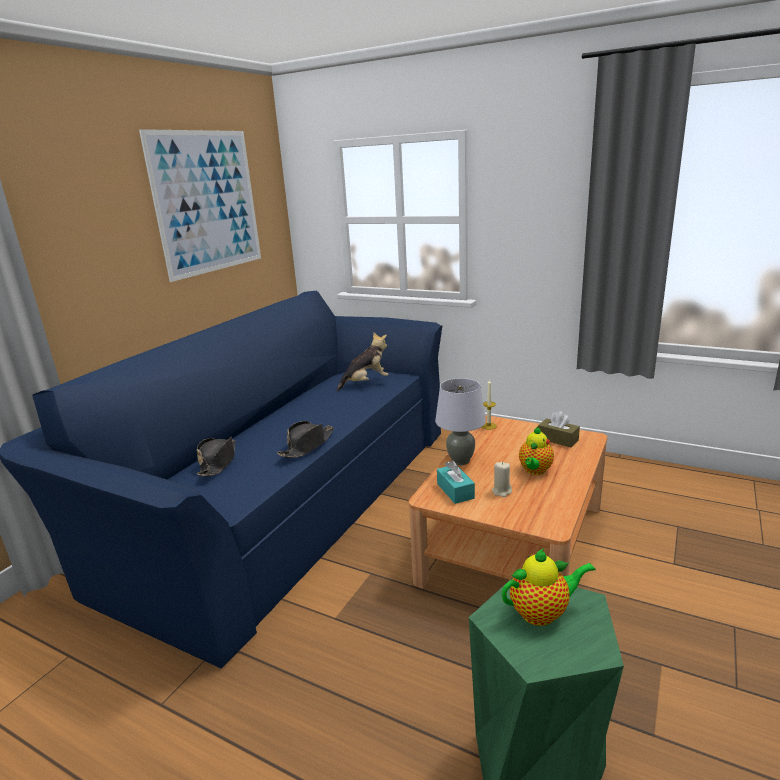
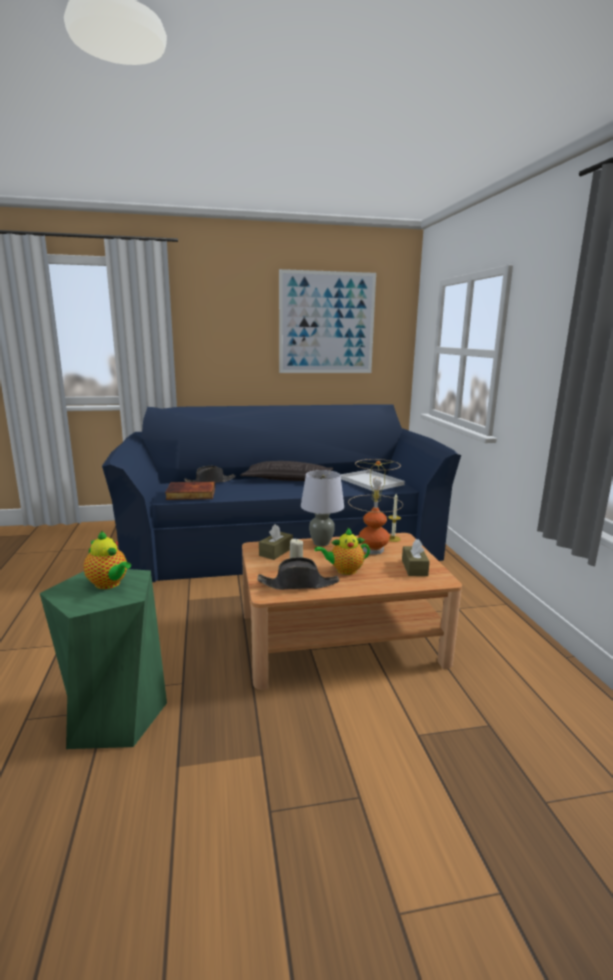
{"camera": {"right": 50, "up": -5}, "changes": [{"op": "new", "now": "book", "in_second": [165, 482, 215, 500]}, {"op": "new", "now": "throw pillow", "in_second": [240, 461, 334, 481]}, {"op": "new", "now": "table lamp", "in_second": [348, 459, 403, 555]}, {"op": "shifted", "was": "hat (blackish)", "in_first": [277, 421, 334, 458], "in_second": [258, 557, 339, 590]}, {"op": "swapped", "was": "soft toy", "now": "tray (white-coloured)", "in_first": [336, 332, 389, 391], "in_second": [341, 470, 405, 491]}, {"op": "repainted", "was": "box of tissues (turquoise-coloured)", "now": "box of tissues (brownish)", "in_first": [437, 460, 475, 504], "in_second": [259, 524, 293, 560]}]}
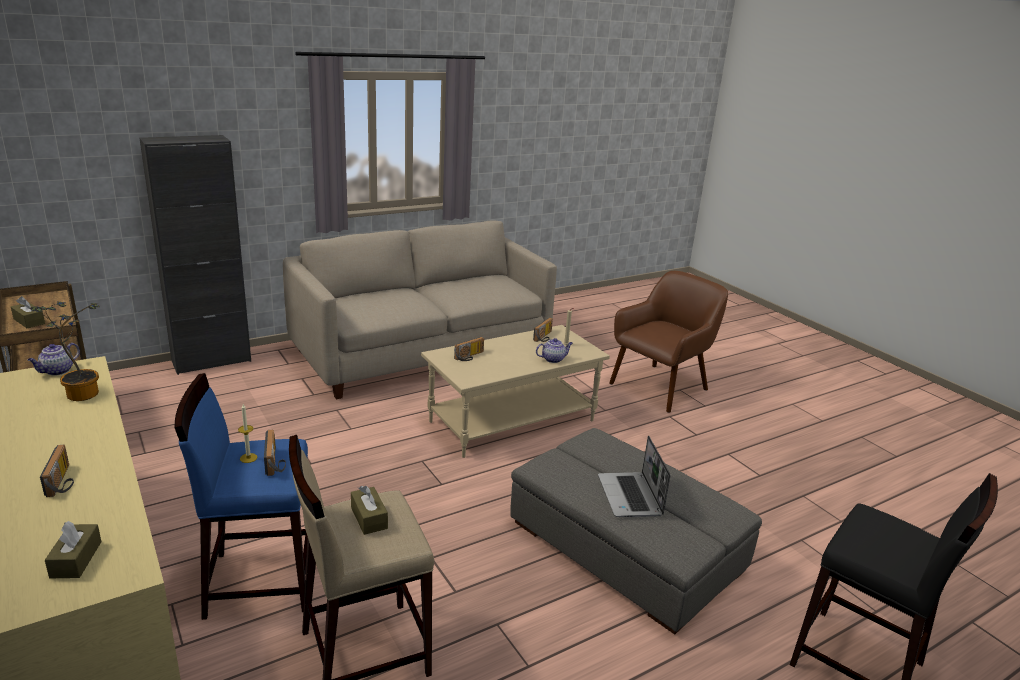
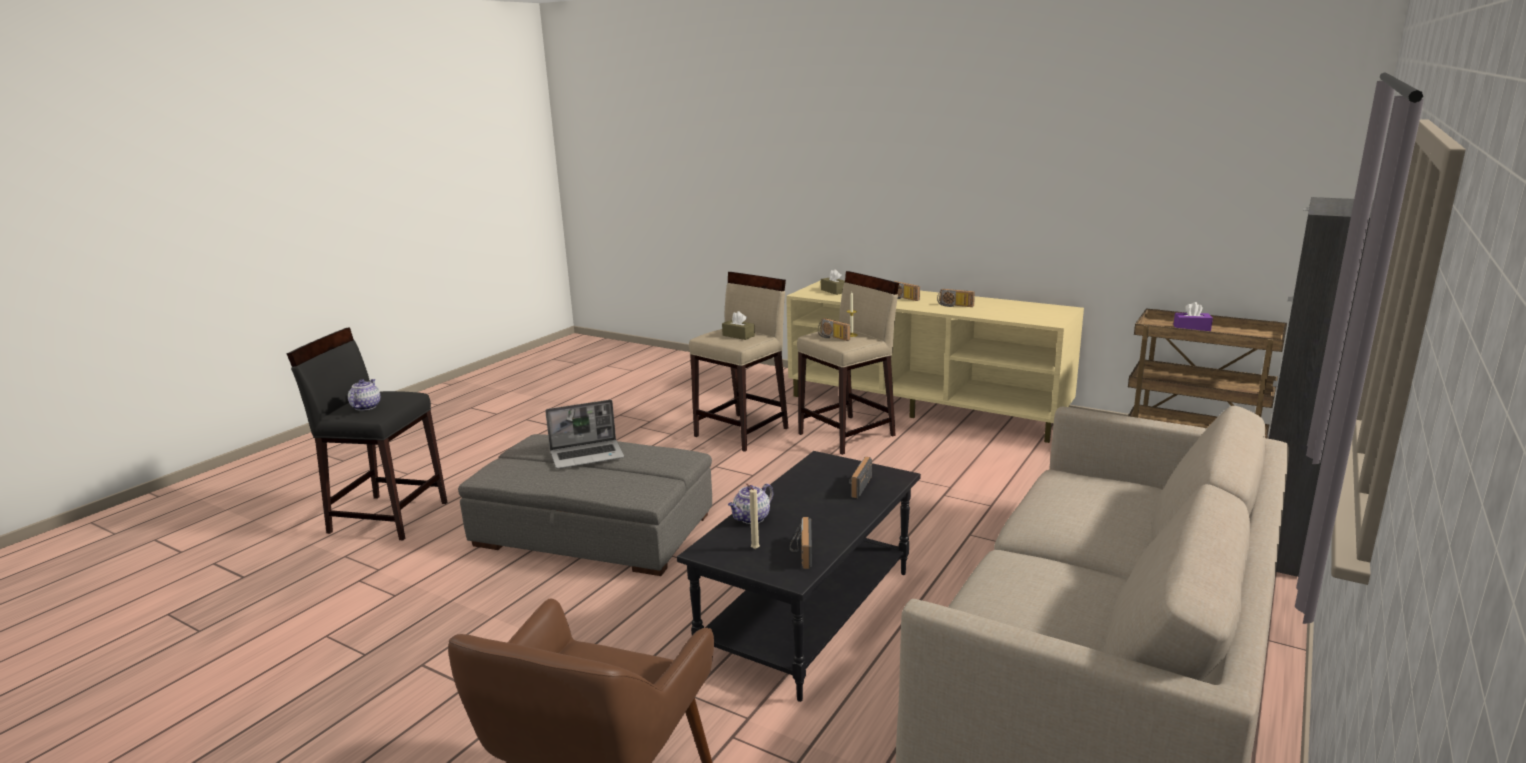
{"camera": {"right": 155, "up": -5}, "changes": [{"op": "gone", "was": "houseplant", "in_first": [30, 302, 100, 401]}, {"op": "new", "now": "radio receiver", "in_second": [937, 289, 975, 307]}, {"op": "shifted", "was": "teapot", "in_first": [28, 343, 80, 375], "in_second": [348, 379, 380, 411]}, {"op": "repainted", "was": "box of tissues (brownish)", "now": "box of tissues (purplish)", "in_first": [11, 296, 45, 328], "in_second": [1173, 302, 1213, 331]}, {"op": "repainted", "was": "sitting stool (bluish)", "now": "sitting stool (beige)", "in_first": [174, 373, 308, 620], "in_second": [797, 271, 899, 455]}, {"op": "repainted", "was": "coffee table (beige)", "now": "coffee table (blackish)", "in_first": [421, 325, 610, 458], "in_second": [677, 451, 921, 702]}, {"op": "rotated", "was": "notebook computer", "in_first": [598, 435, 670, 517], "in_second": [545, 400, 625, 469], "clockwise": 105}]}
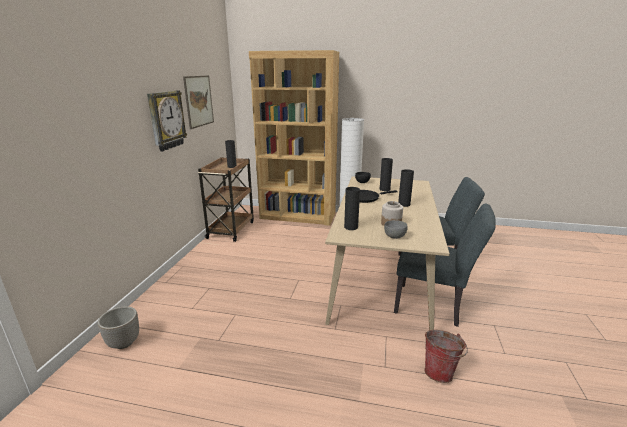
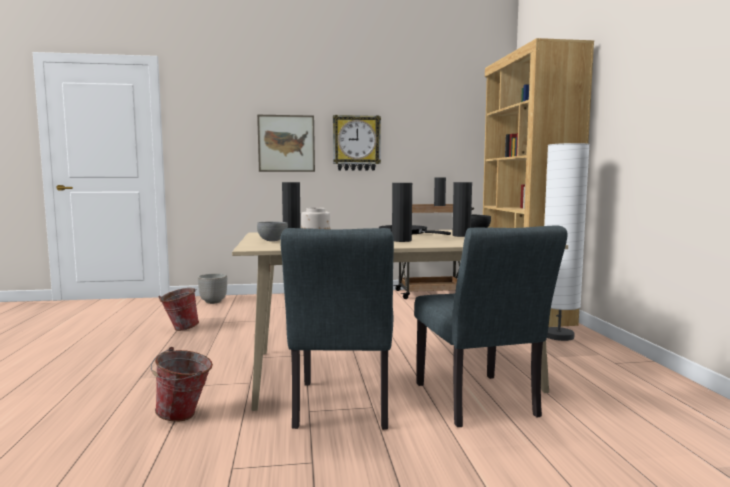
{"camera": {"right": 70, "up": -15}, "changes": [{"op": "new", "now": "water bucket", "in_second": [158, 288, 199, 331]}, {"op": "shifted", "was": "wall picture", "in_first": [183, 76, 214, 129], "in_second": [257, 115, 315, 172]}]}
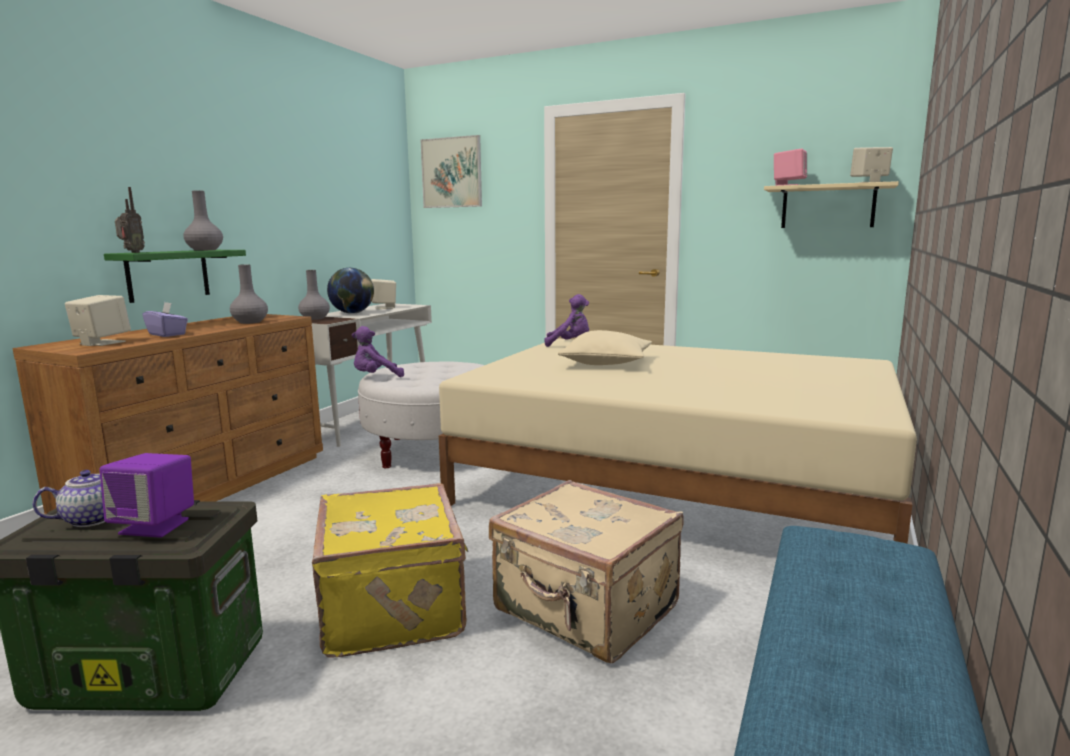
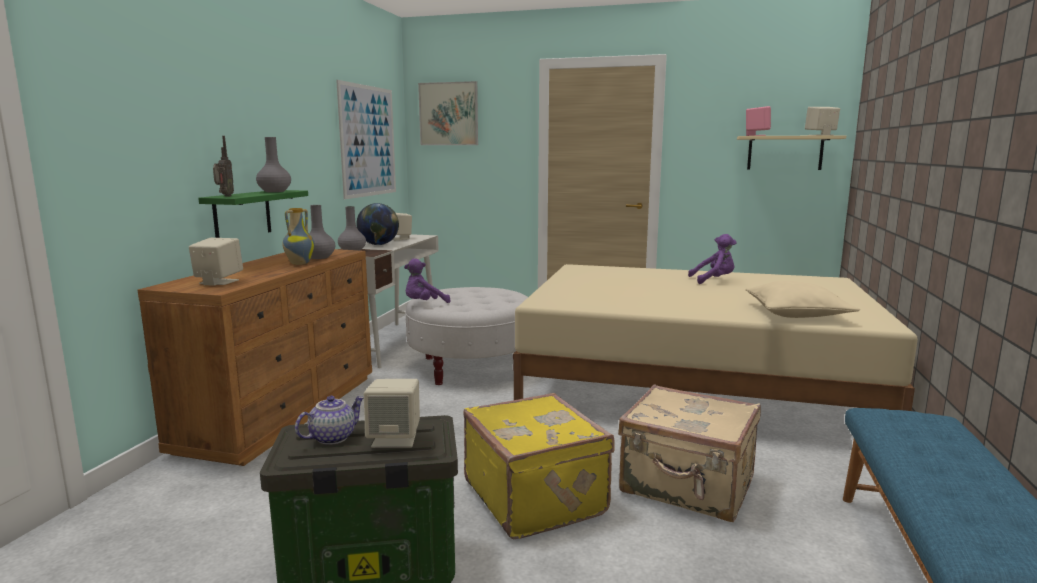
{"camera": {"right": -10, "up": 0}, "changes": [{"op": "gone", "was": "box of tissues (purplish)", "in_first": [143, 302, 188, 337]}, {"op": "new", "now": "vase", "in_second": [282, 208, 315, 265]}, {"op": "new", "now": "wall picture", "in_second": [336, 80, 396, 199]}, {"op": "shifted", "was": "soft toy (purplish)", "in_first": [544, 294, 589, 347], "in_second": [688, 234, 736, 284]}, {"op": "shifted", "was": "throw pillow (beige)", "in_first": [558, 330, 652, 365], "in_second": [745, 281, 860, 318]}, {"op": "repainted", "was": "audio speaker (purplish)", "now": "audio speaker (beige)", "in_first": [99, 453, 194, 538], "in_second": [364, 379, 420, 448]}]}
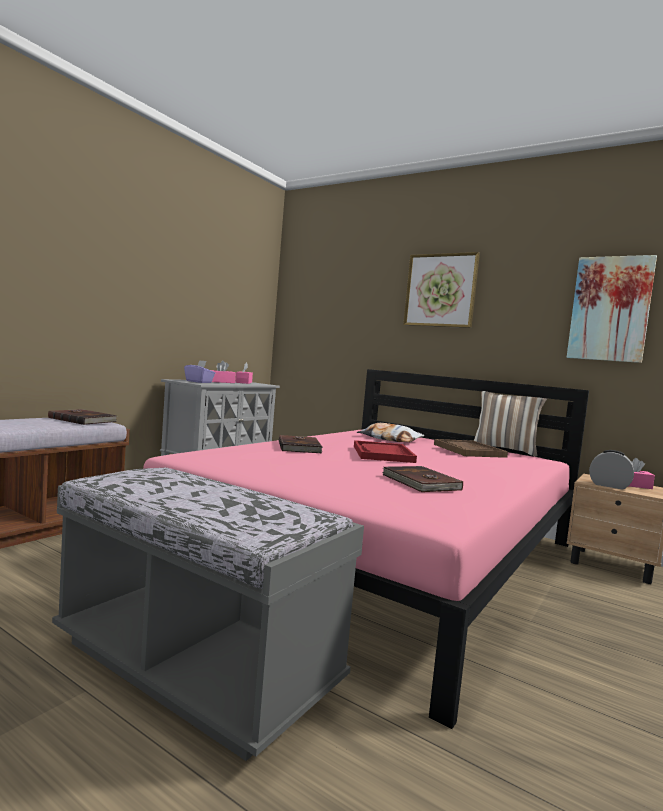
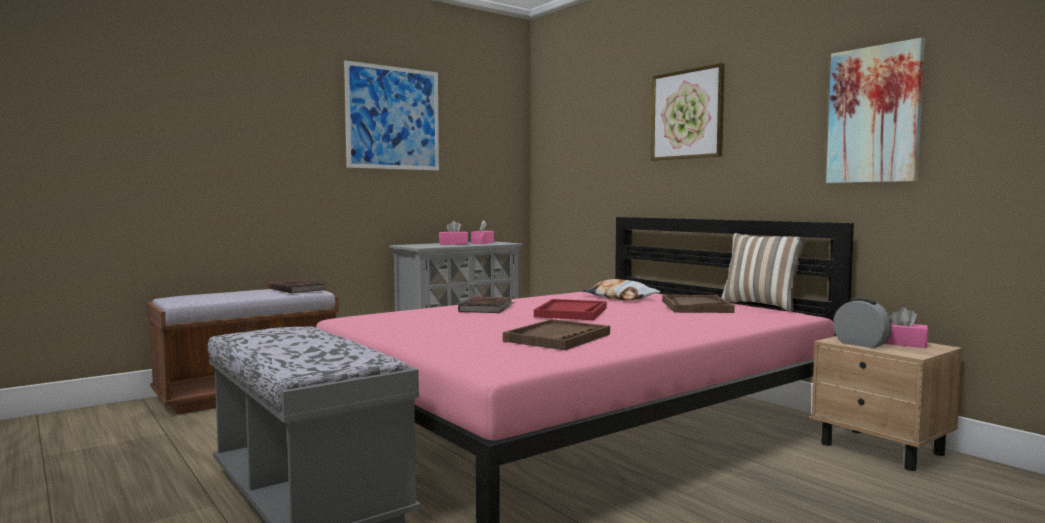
{"camera": {"right": 20, "up": 0}, "changes": [{"op": "gone", "was": "box of tissues (purplish)", "in_first": [184, 360, 215, 383]}, {"op": "new", "now": "wall picture", "in_second": [344, 60, 439, 170]}, {"op": "swapped", "was": "book (brownish)", "now": "tray (brownish)", "in_first": [382, 466, 463, 492], "in_second": [503, 319, 610, 350]}]}
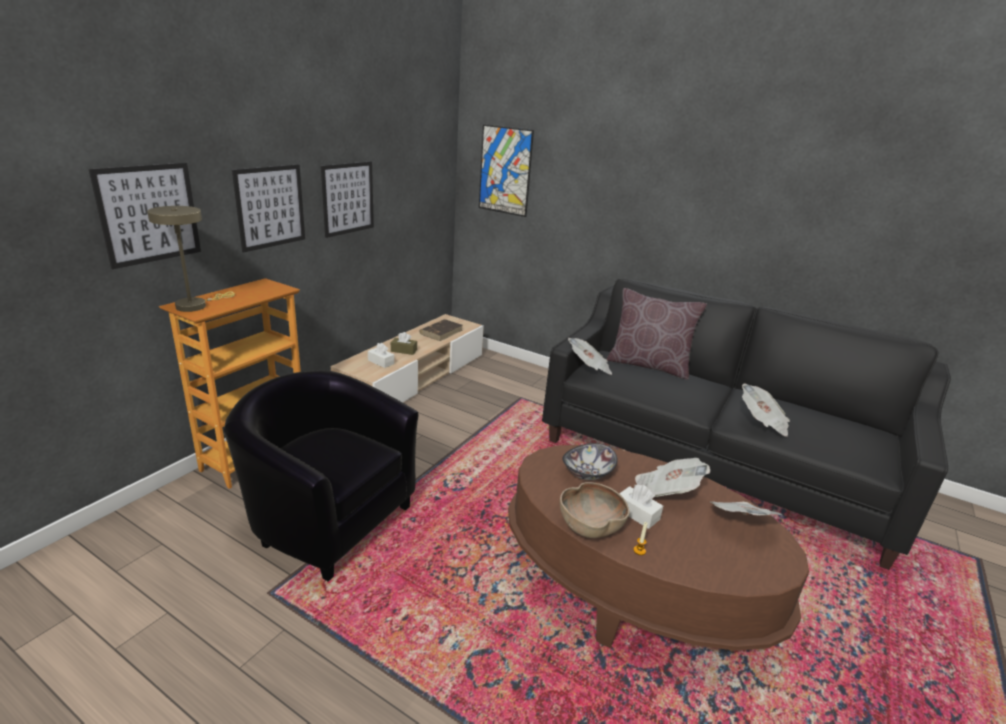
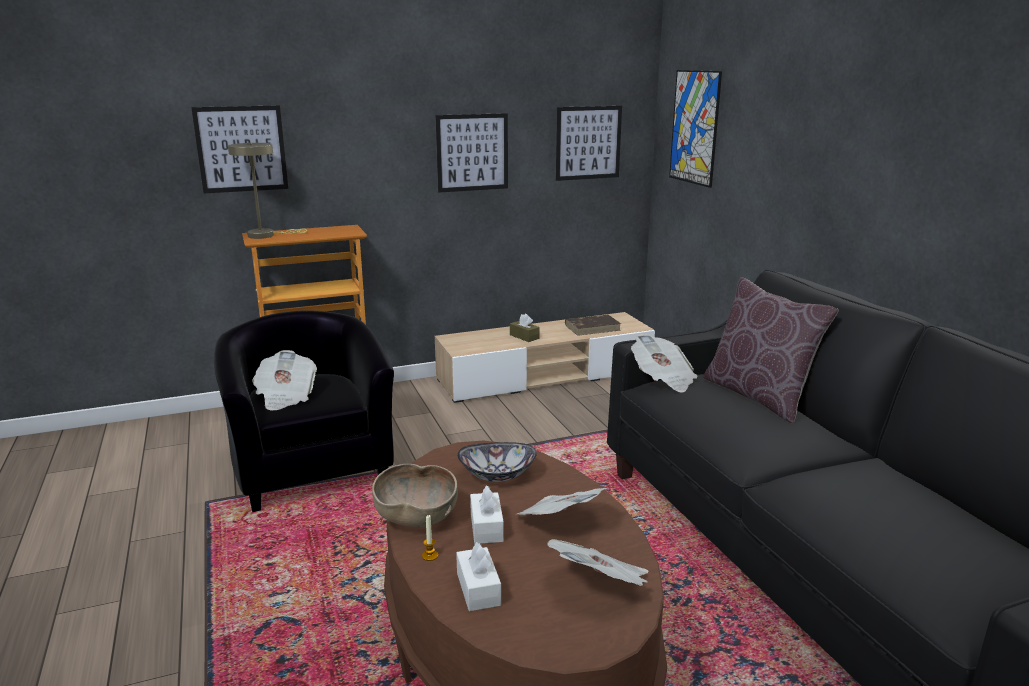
{"camera": {"right": 40, "up": -5}, "changes": [{"op": "shifted", "was": "wall picture", "in_first": [232, 164, 305, 252], "in_second": [556, 106, 622, 181]}, {"op": "shifted", "was": "box of tissues (white-coloured)", "in_first": [368, 343, 394, 368], "in_second": [456, 542, 501, 611]}, {"op": "shifted", "was": "newspaper", "in_first": [742, 383, 790, 437], "in_second": [252, 350, 317, 411]}]}
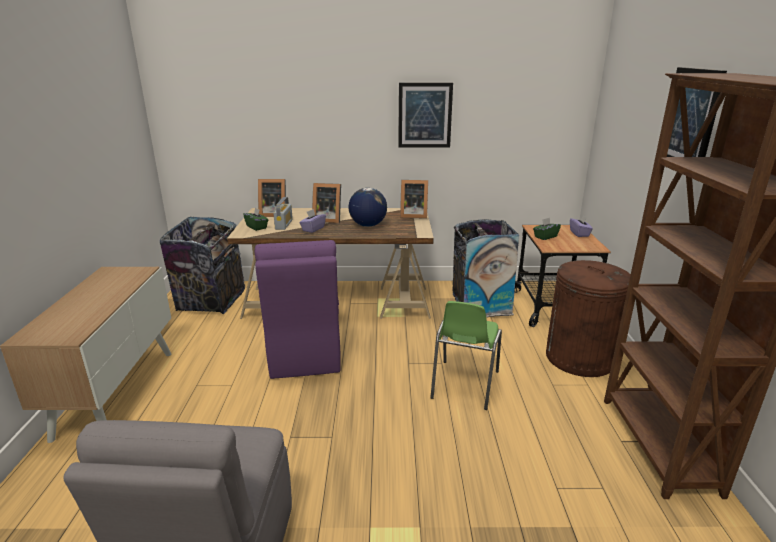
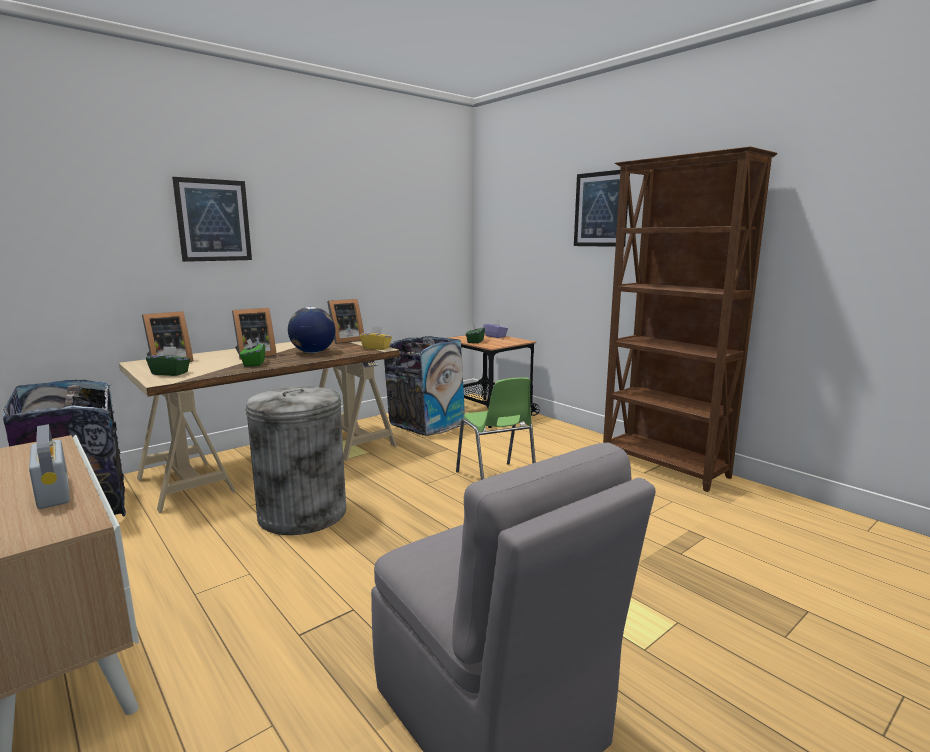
{"camera": {"right": -40, "up": -10}, "changes": [{"op": "gone", "was": "rubbish bin (brownish)", "in_first": [546, 260, 631, 377]}, {"op": "new", "now": "box of tissues (yellow)", "in_second": [360, 326, 392, 350]}, {"op": "shifted", "was": "radio receiver", "in_first": [274, 197, 293, 230], "in_second": [29, 424, 70, 509]}, {"op": "shifted", "was": "wall picture", "in_first": [398, 83, 453, 147], "in_second": [172, 177, 252, 262]}, {"op": "swapped", "was": "upright chair (purplish)", "now": "rubbish bin (gray)", "in_first": [254, 240, 341, 379], "in_second": [245, 386, 346, 535]}, {"op": "repainted", "was": "box of tissues (purplish)", "now": "box of tissues (green)", "in_first": [299, 209, 326, 233], "in_second": [240, 339, 265, 366]}]}
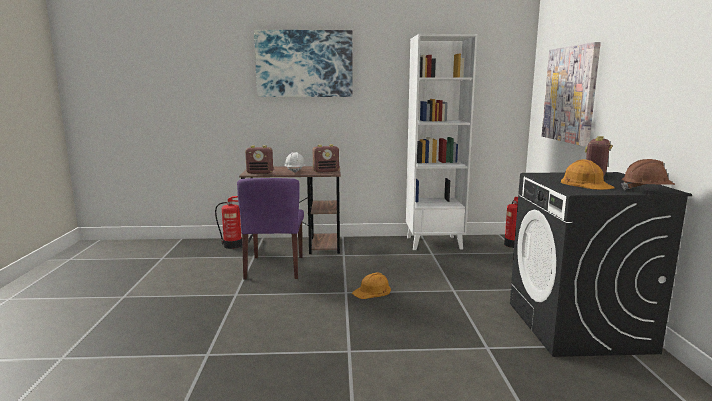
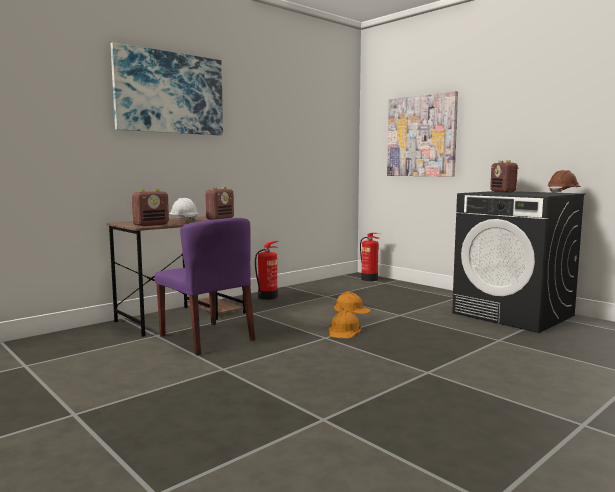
{"camera": {"right": -40, "up": -5}, "changes": [{"op": "gone", "was": "bookcase (white-coloured)", "in_first": [406, 34, 477, 250]}, {"op": "shifted", "was": "extinguisher", "in_first": [215, 196, 242, 249], "in_second": [255, 241, 279, 300]}, {"op": "shifted", "was": "work helmet (orange-coloured)", "in_first": [561, 159, 615, 190], "in_second": [334, 292, 371, 314]}]}
